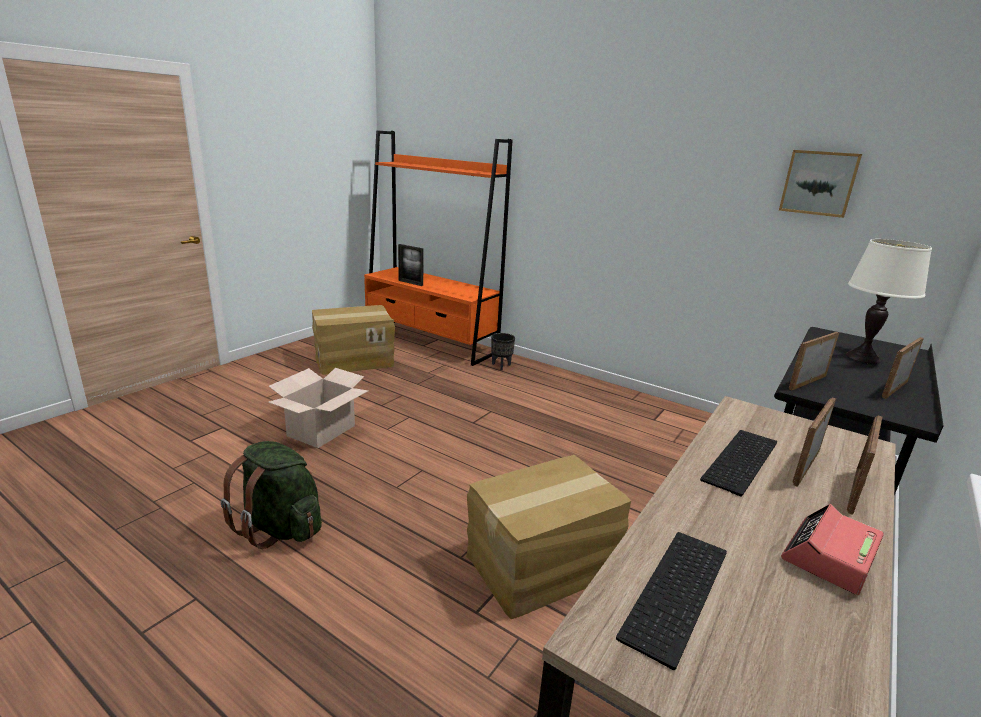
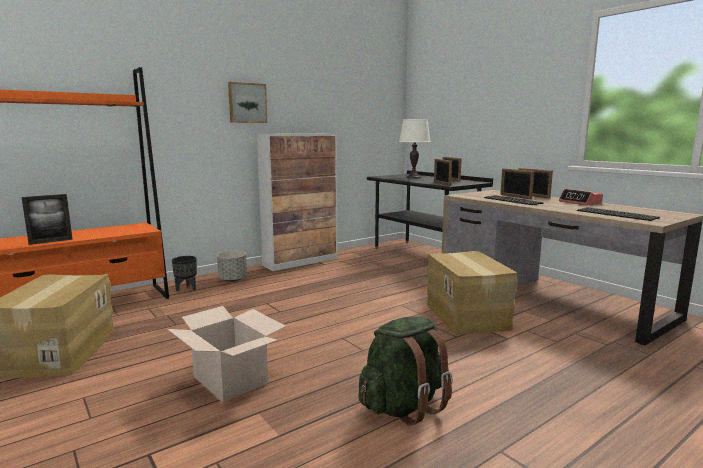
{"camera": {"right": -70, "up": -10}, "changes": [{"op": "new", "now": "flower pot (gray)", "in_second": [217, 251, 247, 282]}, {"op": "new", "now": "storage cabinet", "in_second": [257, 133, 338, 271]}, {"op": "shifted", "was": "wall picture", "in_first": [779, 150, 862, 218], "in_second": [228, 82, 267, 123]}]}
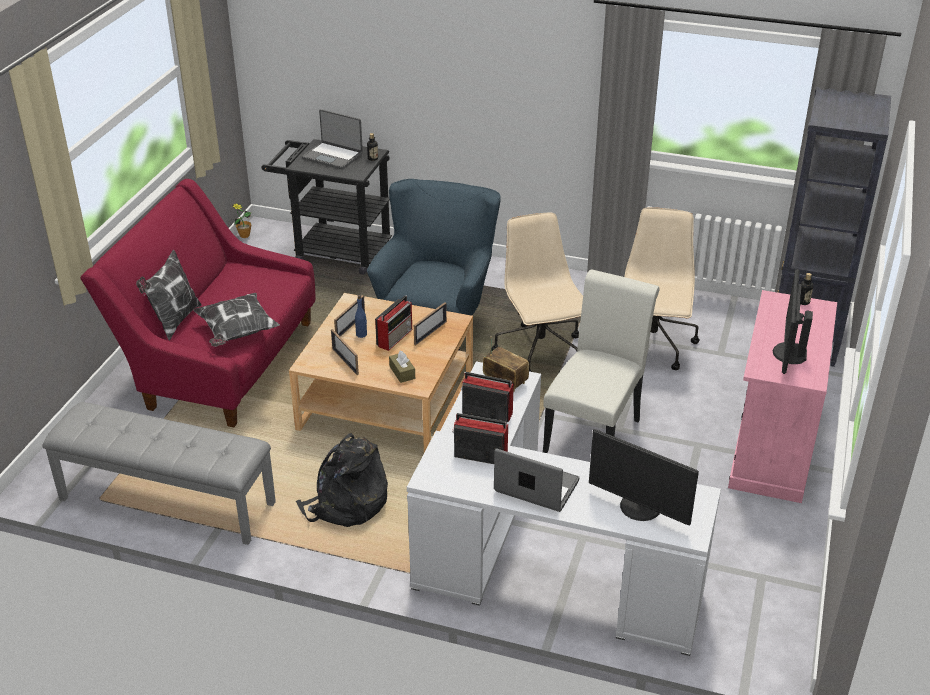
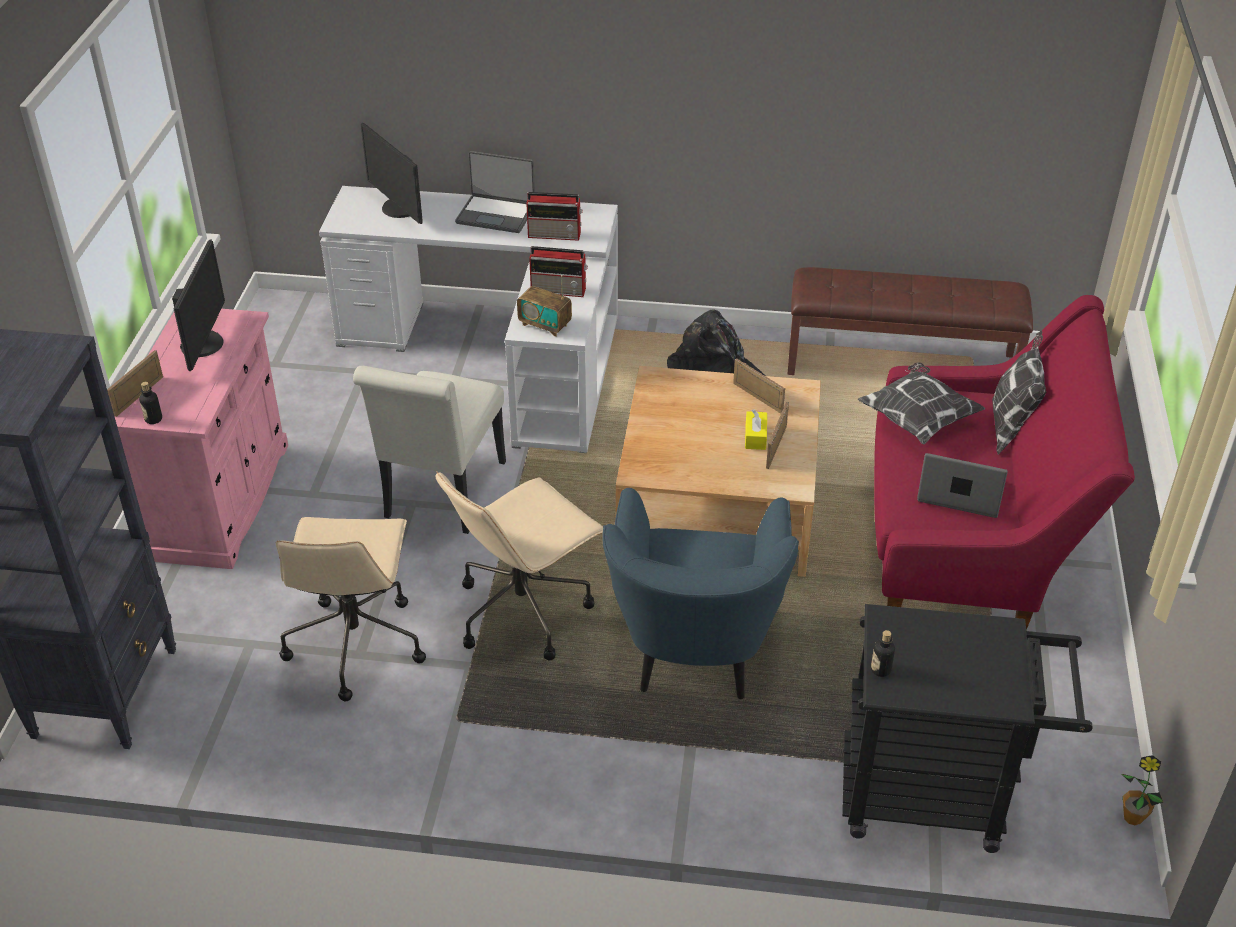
{"camera": {"right": 170, "up": 5}, "changes": [{"op": "gone", "was": "radio receiver", "in_first": [375, 295, 412, 351]}, {"op": "gone", "was": "box of tissues (brownish)", "in_first": [389, 351, 415, 383]}, {"op": "shifted", "was": "notebook computer", "in_first": [302, 109, 363, 170], "in_second": [917, 453, 1008, 518]}, {"op": "shifted", "was": "photo frame", "in_first": [414, 302, 447, 345], "in_second": [107, 350, 163, 417]}, {"op": "swapped", "was": "beverage bottle (bluish)", "now": "box of tissues (yellow)", "in_first": [355, 295, 367, 338], "in_second": [745, 409, 767, 450]}, {"op": "repainted", "was": "bench (gray)", "now": "bench (brownish)", "in_first": [42, 402, 276, 545], "in_second": [787, 267, 1033, 375]}, {"op": "rotated", "was": "desk chair (beige)", "in_first": [491, 213, 583, 372], "in_second": [435, 471, 603, 661], "clockwise": 75}, {"op": "rotated", "was": "computer screen", "in_first": [589, 429, 699, 525], "in_second": [361, 123, 423, 224], "clockwise": -150}]}
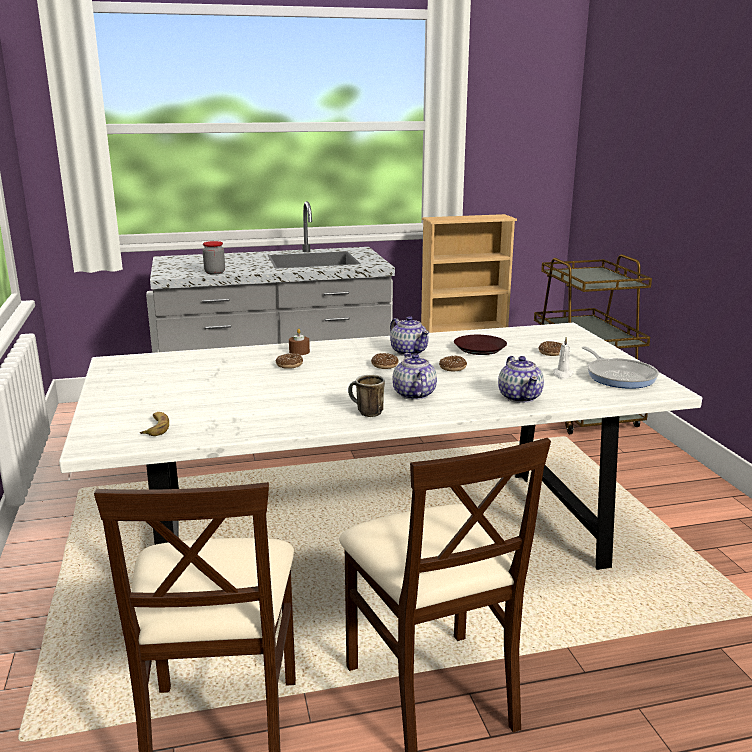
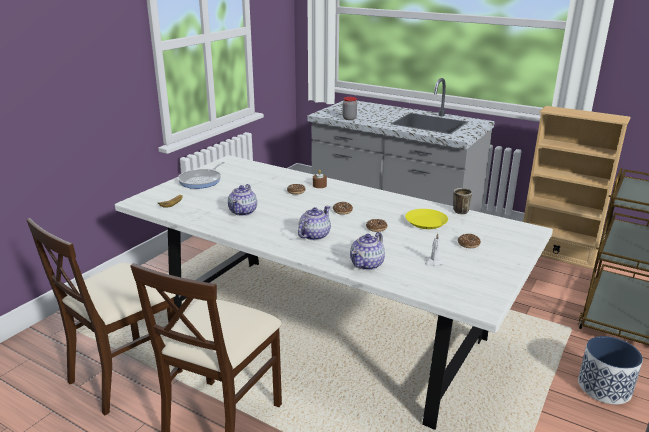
{"camera": {"right": 45, "up": 5}, "changes": [{"op": "new", "now": "flower pot", "in_second": [578, 336, 643, 404]}, {"op": "shifted", "was": "tea mug", "in_first": [348, 375, 385, 417], "in_second": [453, 188, 472, 214]}, {"op": "shifted", "was": "teapot", "in_first": [390, 316, 429, 356], "in_second": [228, 184, 257, 216]}, {"op": "shifted", "was": "skillet", "in_first": [582, 346, 659, 389], "in_second": [178, 162, 225, 189]}, {"op": "repainted", "was": "flat dish (brownish)", "now": "flat dish (yellow)", "in_first": [454, 335, 507, 355], "in_second": [405, 209, 448, 229]}]}
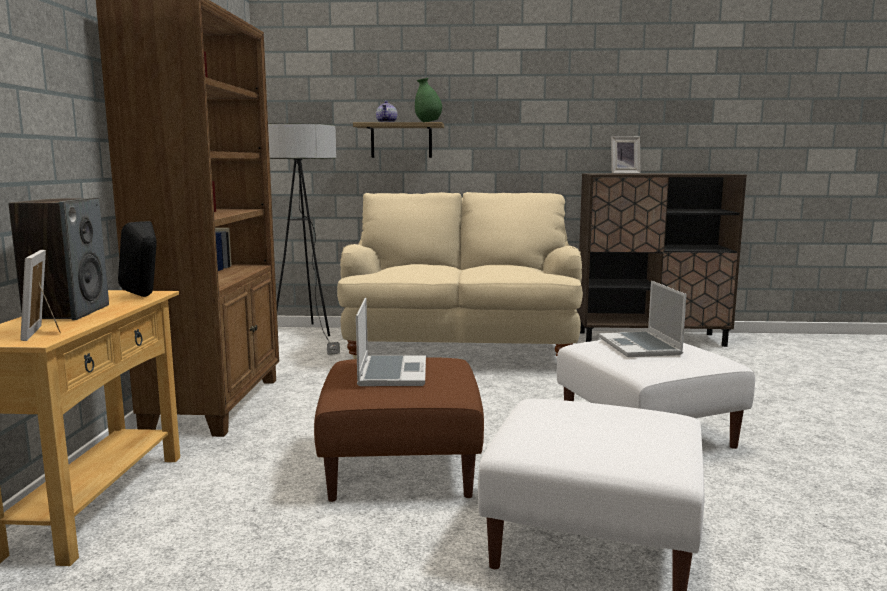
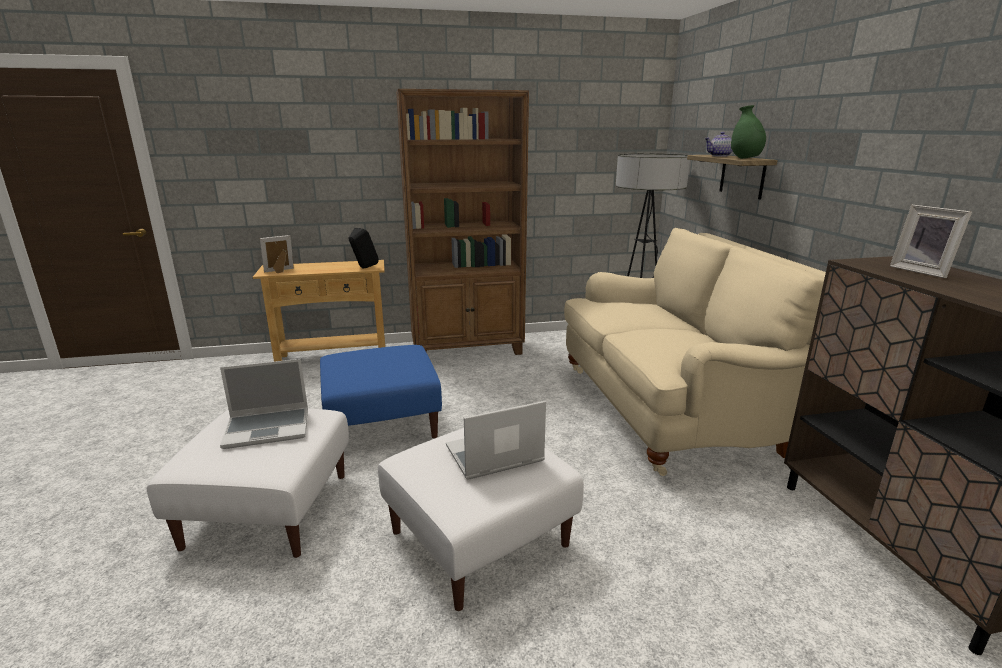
{"camera": {"right": 75, "up": 10}, "changes": [{"op": "gone", "was": "audio speaker", "in_first": [9, 198, 109, 320]}, {"op": "shifted", "was": "notebook computer", "in_first": [356, 298, 426, 386], "in_second": [220, 359, 308, 449]}, {"op": "repainted", "was": "pouffe (brownish)", "now": "pouffe (bluish)", "in_first": [314, 357, 484, 502], "in_second": [320, 345, 442, 438]}]}
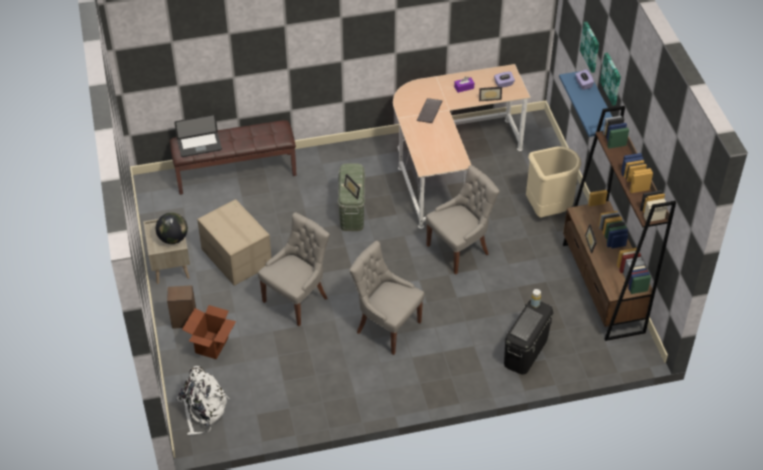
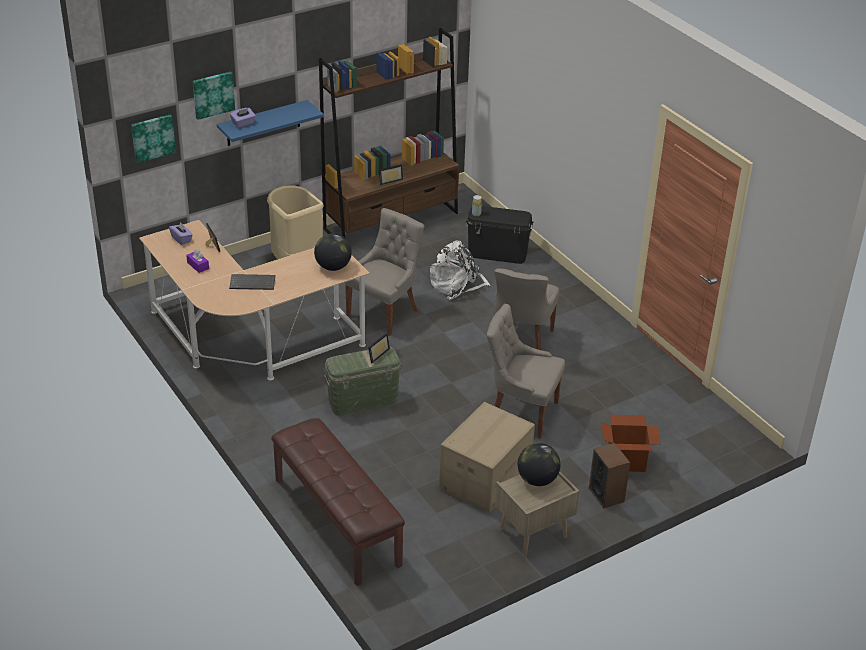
{"camera": {"right": -110, "up": -10}, "changes": [{"op": "gone", "was": "notebook computer", "in_first": [174, 114, 222, 157]}, {"op": "gone", "was": "computer keyboard", "in_first": [510, 307, 543, 342]}, {"op": "new", "now": "desk globe", "in_second": [314, 233, 352, 271]}, {"op": "shifted", "was": "knapsack (white-coloured)", "in_first": [176, 366, 230, 435], "in_second": [430, 240, 490, 300]}, {"op": "shifted", "was": "wall picture", "in_first": [600, 53, 621, 106], "in_second": [131, 114, 176, 163]}, {"op": "rotated", "was": "upright chair (gray)", "in_first": [426, 165, 500, 275], "in_second": [344, 208, 425, 336], "clockwise": 90}]}
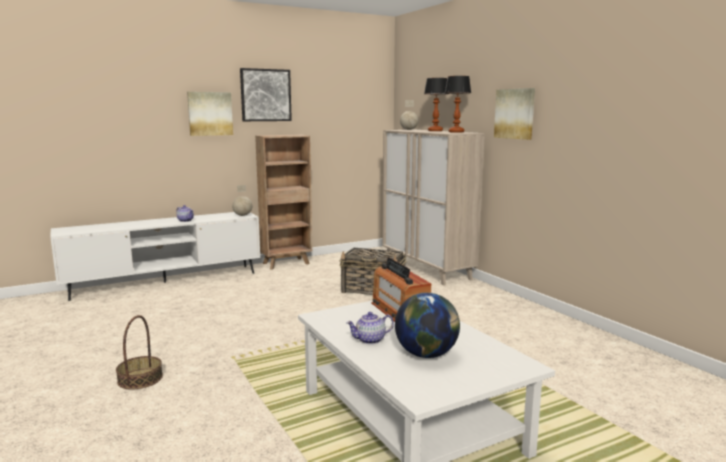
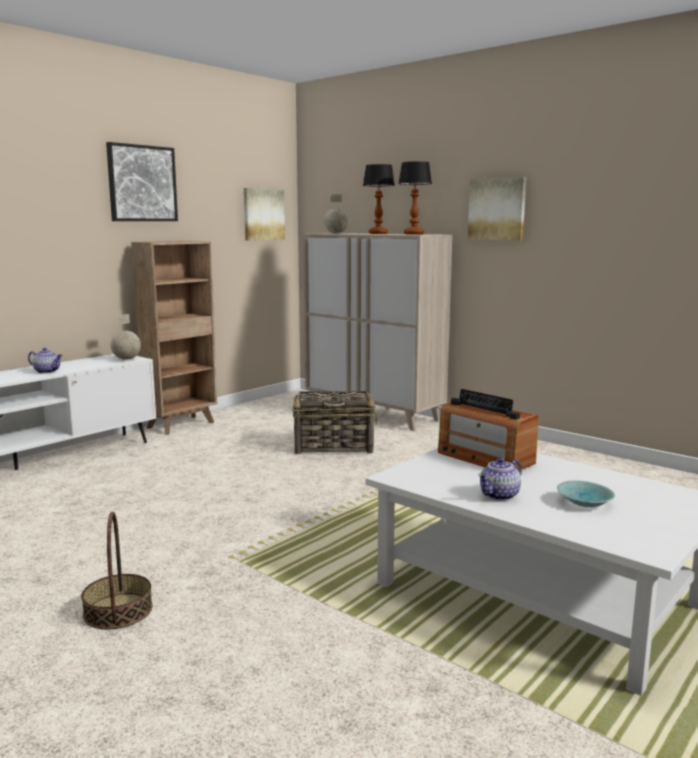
{"camera": {"right": -20, "up": 0}, "changes": [{"op": "shifted", "was": "wall picture", "in_first": [187, 92, 233, 136], "in_second": [244, 188, 285, 241]}, {"op": "swapped", "was": "desk globe", "now": "serving bowl (turquoise-coloured)", "in_first": [395, 293, 460, 358], "in_second": [557, 480, 615, 508]}]}
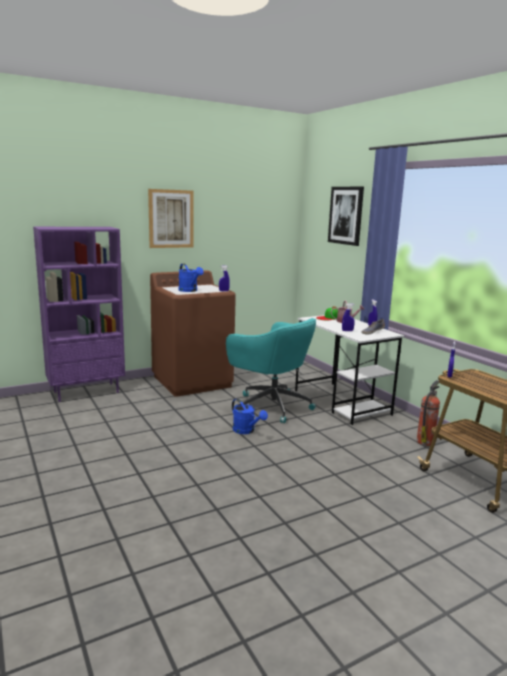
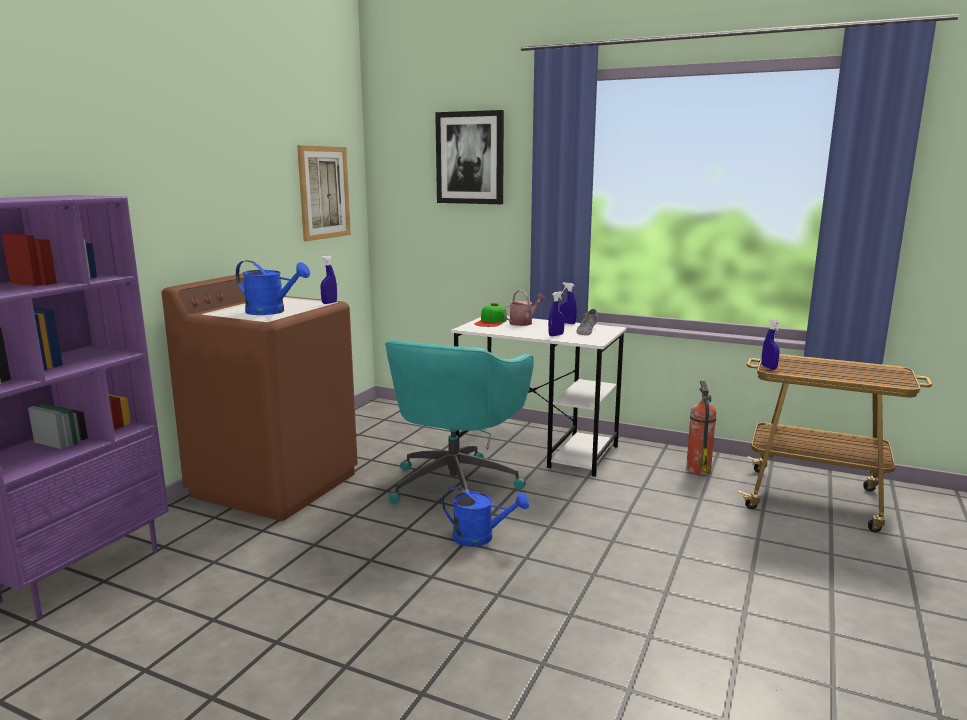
{"camera": {"right": -35, "up": 0}, "changes": [{"op": "shifted", "was": "wall picture", "in_first": [148, 189, 194, 248], "in_second": [297, 145, 351, 241]}, {"op": "rotated", "was": "desk chair (turquoise-coloured)", "in_first": [226, 318, 316, 423], "in_second": [385, 340, 534, 504], "clockwise": 105}]}
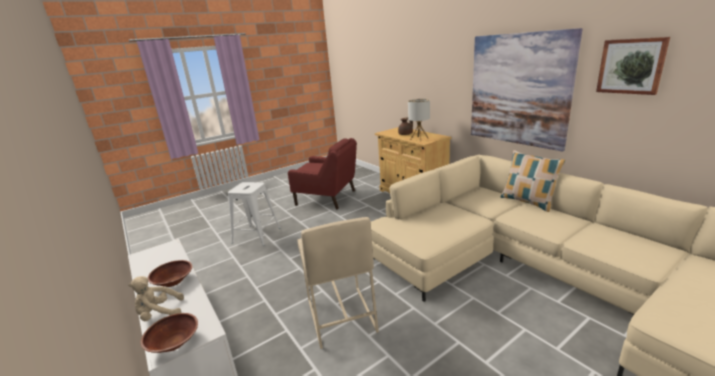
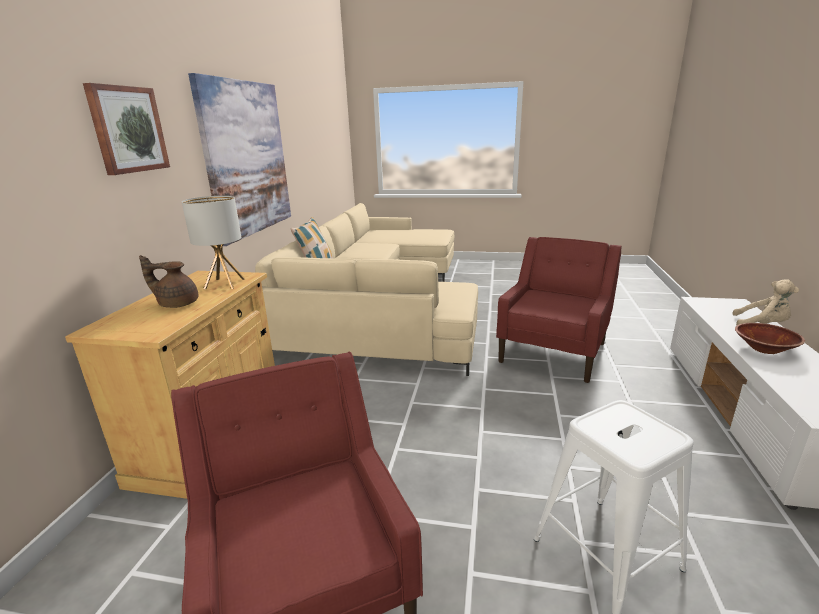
{"camera": {"right": -135, "up": 0}, "changes": [{"op": "gone", "was": "serving bowl (brownish)", "in_first": [140, 313, 198, 353]}, {"op": "shifted", "was": "wall picture", "in_first": [596, 37, 670, 95], "in_second": [83, 83, 170, 175]}, {"op": "swapped", "was": "sitting stool (beige)", "now": "lounge chair (red)", "in_first": [297, 217, 379, 349], "in_second": [496, 237, 622, 383]}]}
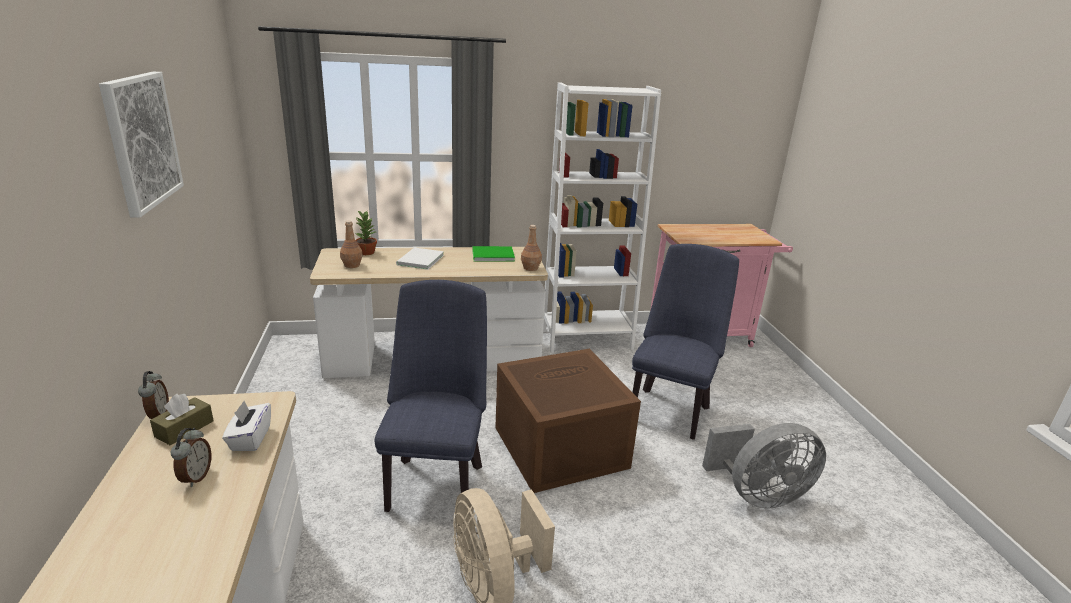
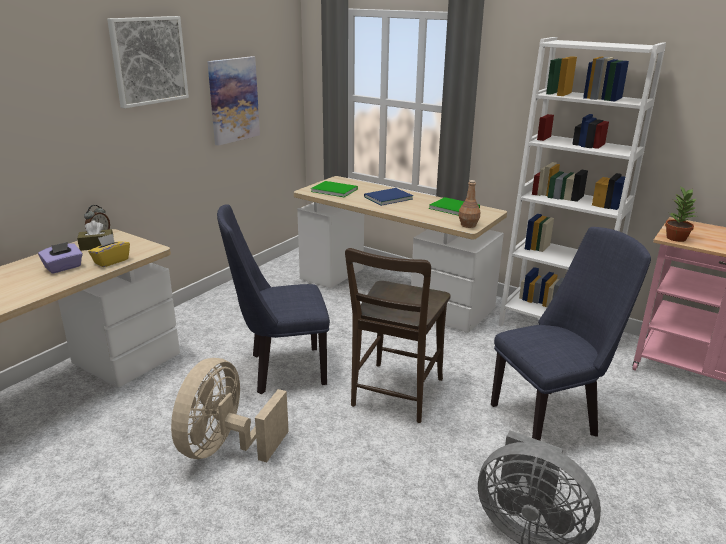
{"camera": {"right": 45, "up": 0}, "changes": [{"op": "new", "now": "wall picture", "in_second": [207, 56, 260, 146]}, {"op": "shifted", "was": "houseplant", "in_first": [355, 211, 377, 255], "in_second": [665, 186, 696, 242]}, {"op": "swapped", "was": "bedside clock", "now": "box of tissues (purplish)", "in_first": [171, 428, 211, 487], "in_second": [38, 242, 83, 274]}, {"op": "swapped", "was": "beverage bottle (brownish)", "now": "book (green)", "in_first": [340, 220, 363, 268], "in_second": [311, 181, 358, 197]}, {"op": "swapped", "was": "storage container (brownish)", "now": "upright chair (brownish)", "in_first": [495, 349, 641, 493], "in_second": [345, 248, 451, 423]}, {"op": "repainted", "was": "box of tissues (white-coloured)", "now": "box of tissues (yellow)", "in_first": [222, 401, 271, 451], "in_second": [88, 234, 130, 267]}, {"op": "repainted", "was": "book (white-coloured)", "now": "book (bluish)", "in_first": [396, 247, 444, 270], "in_second": [364, 188, 413, 206]}, {"op": "rotated", "was": "upright chair (bluish)", "in_first": [375, 280, 487, 512], "in_second": [217, 205, 330, 394], "clockwise": -150}]}
